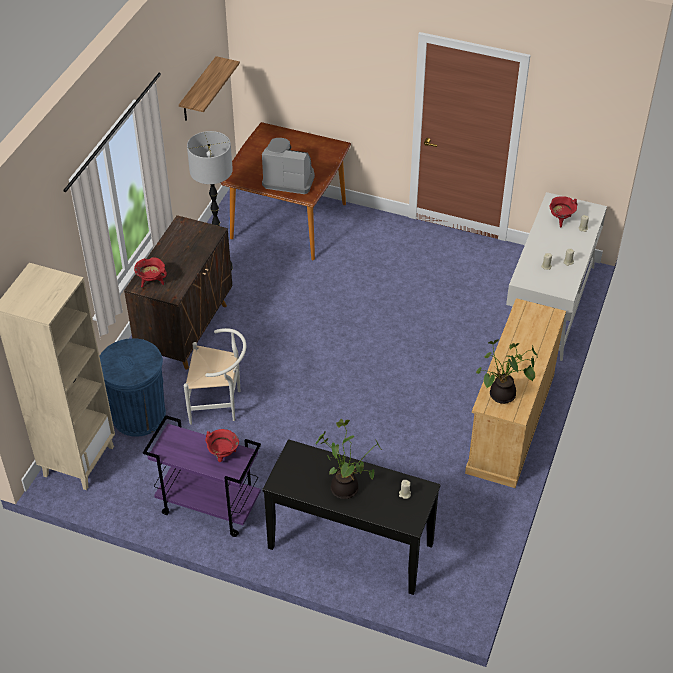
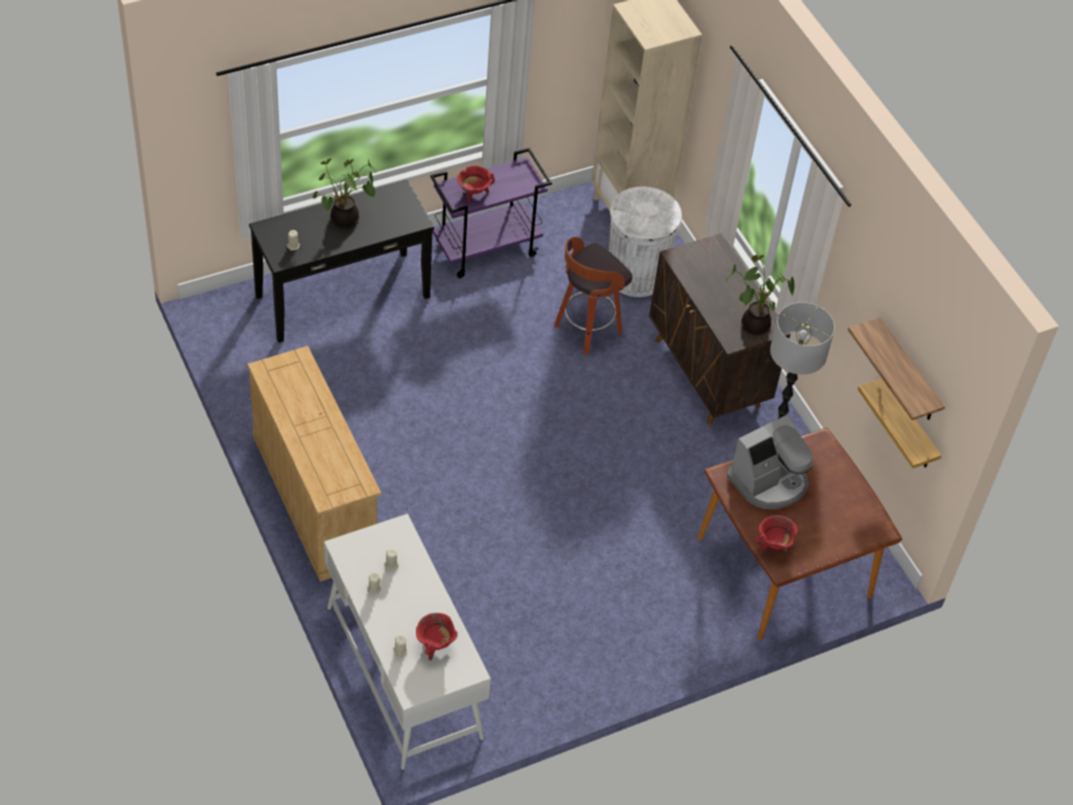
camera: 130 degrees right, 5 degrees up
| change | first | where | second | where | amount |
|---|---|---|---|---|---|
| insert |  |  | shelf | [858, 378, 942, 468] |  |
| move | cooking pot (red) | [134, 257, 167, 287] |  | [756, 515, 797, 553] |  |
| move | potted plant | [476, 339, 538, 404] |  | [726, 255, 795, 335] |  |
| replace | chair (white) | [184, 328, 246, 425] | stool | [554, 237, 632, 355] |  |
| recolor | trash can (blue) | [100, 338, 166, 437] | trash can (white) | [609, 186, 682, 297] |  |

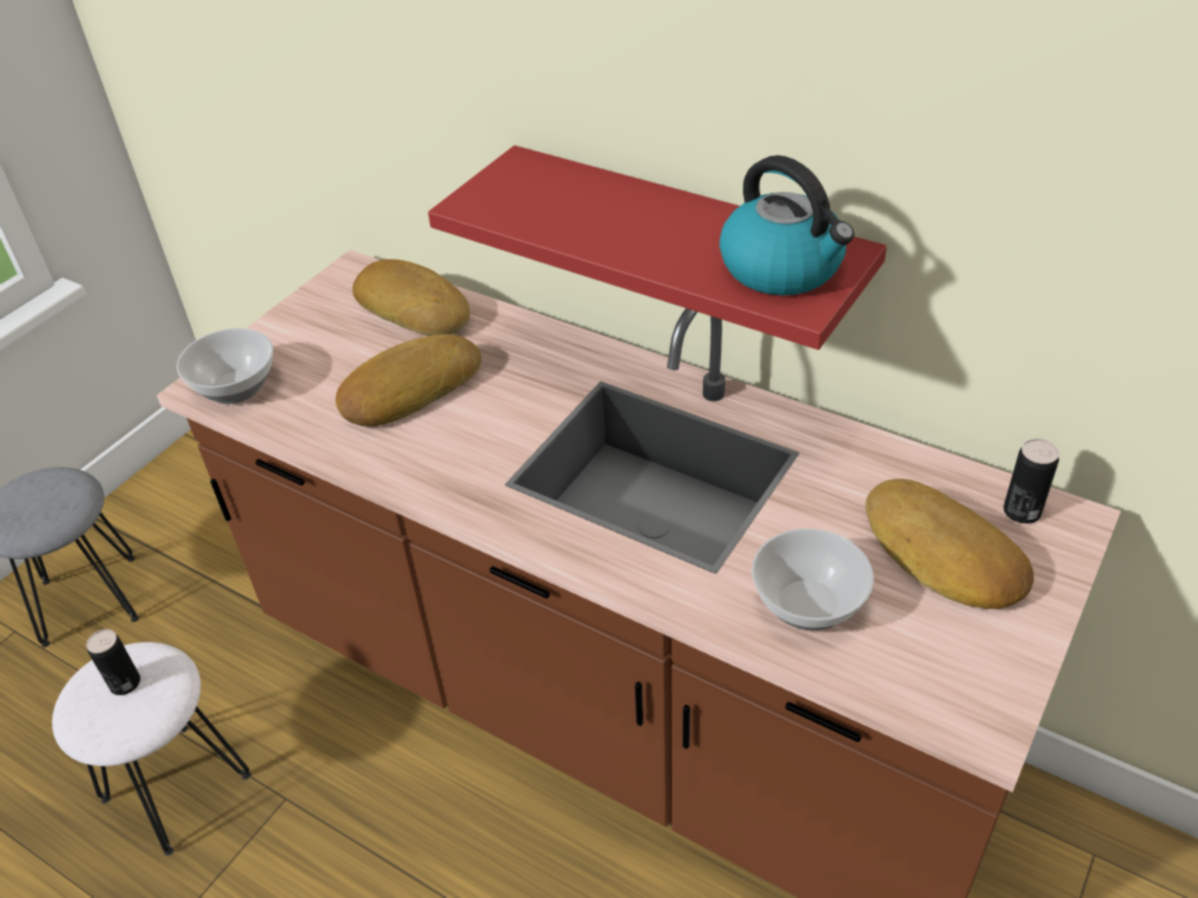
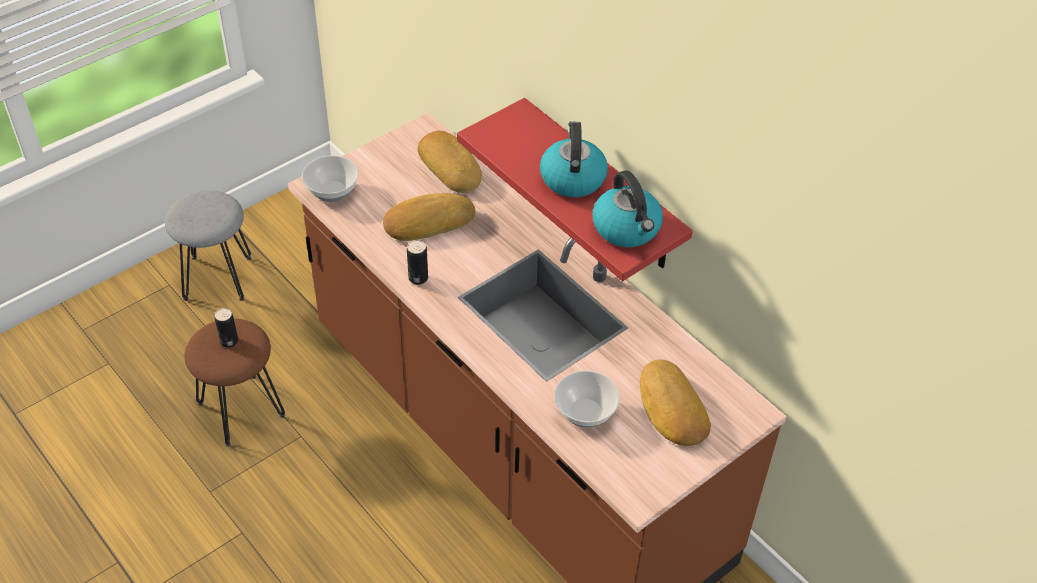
camera: 15 degrees right, 5 degrees up
| change | first | where | second | where | amount |
|---|---|---|---|---|---|
| insert |  |  | kettle | [540, 121, 608, 197] |  |
| move | can | [1003, 439, 1059, 524] |  | [407, 240, 428, 285] |  |
| recolor | stool (white) | [52, 642, 251, 856] | stool (brown) | [185, 318, 285, 447] |  |

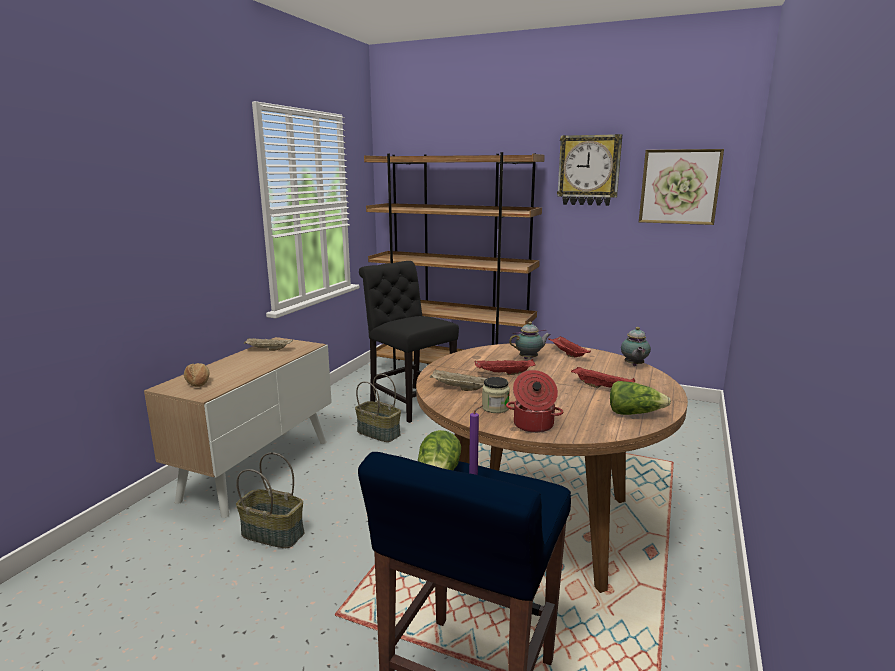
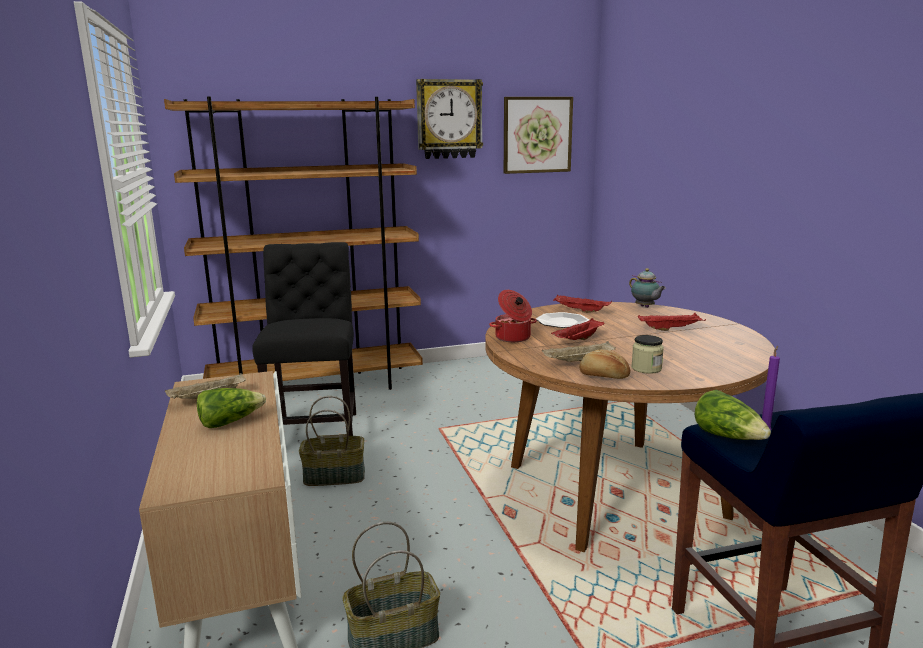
camera: 40 degrees left, 0 degrees up
| change | first | where | second | where | amount |
|---|---|---|---|---|---|
| move | bread | [184, 363, 210, 387] |  | [579, 349, 630, 379] |  |
| move | cooking pot | [506, 370, 563, 433] |  | [489, 290, 537, 342] |  |
| move | lettuce | [610, 381, 671, 415] |  | [197, 388, 266, 428] |  |
| replace | teapot | [509, 322, 551, 359] | plate | [536, 312, 589, 328] |  |
| rotate | chair (black) | [359, 261, 459, 423] |  | [252, 242, 356, 436] | 75 degrees clockwise |

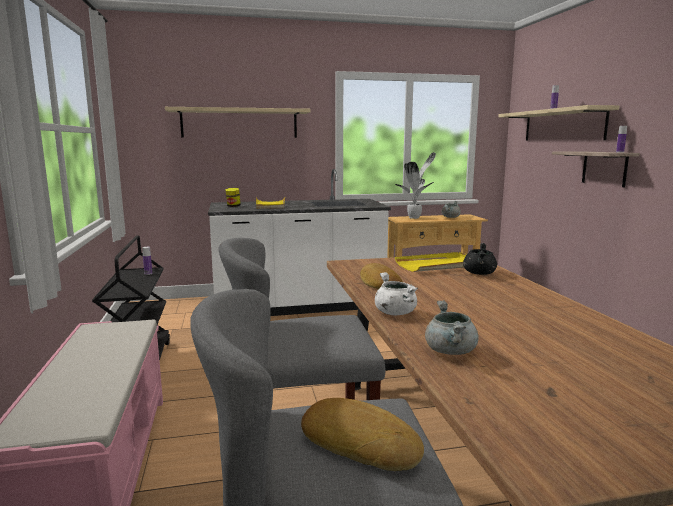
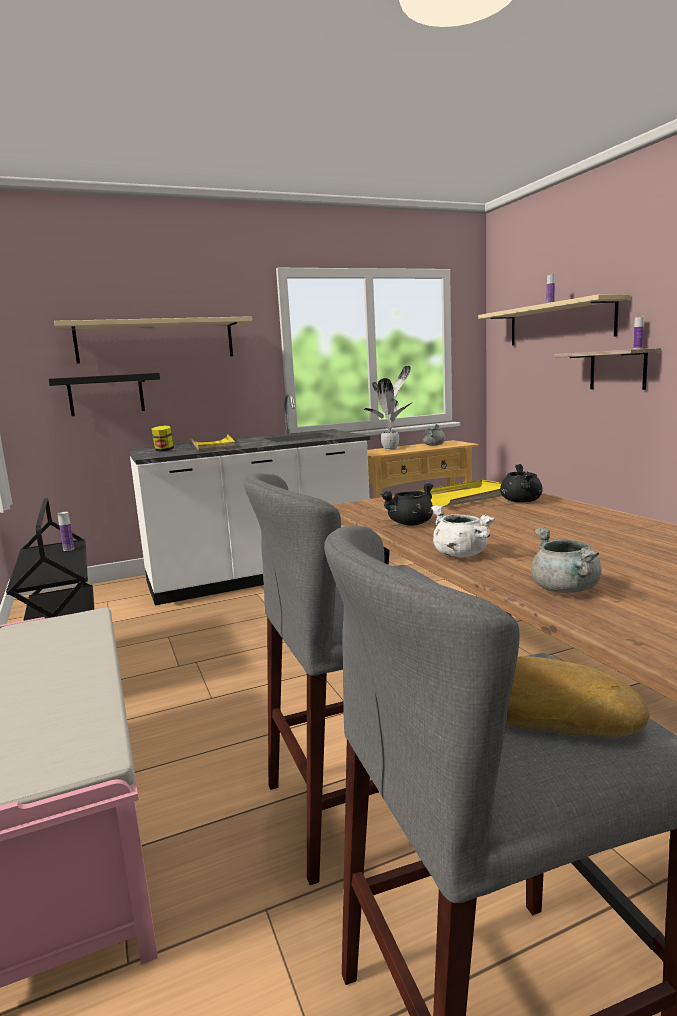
camera: 10 degrees left, 0 degrees up
| change | first | where | second | where | amount |
|---|---|---|---|---|---|
| insert |  |  | shelf (black) | [48, 373, 160, 416] |  |
| replace | bread | [360, 263, 403, 289] | cooking pot (black) | [380, 483, 434, 526] |  |

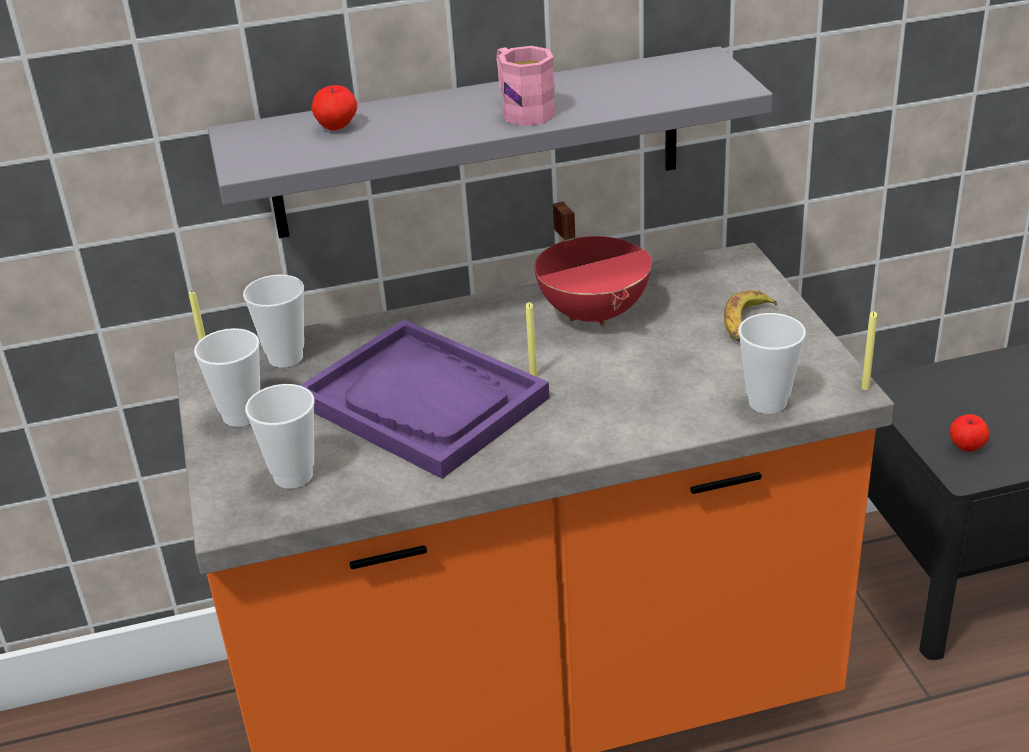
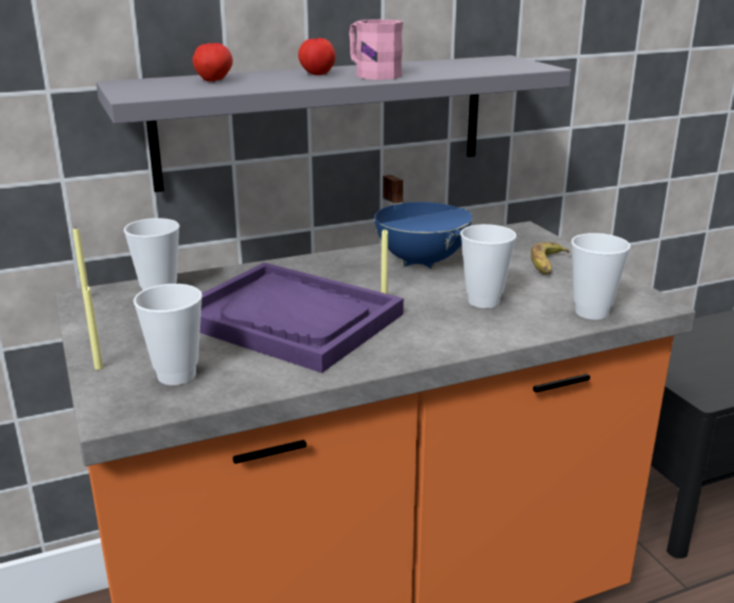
camera: 10 degrees left, 10 degrees down
| change | first | where | second | where | amount |
|---|---|---|---|---|---|
| move | cup | [194, 328, 260, 427] |  | [460, 224, 517, 308] |  |
| move | candle (yellow) | [861, 311, 877, 390] |  | [83, 286, 103, 370] |  |
| move | apple | [950, 414, 989, 452] |  | [298, 38, 336, 75] |  |
| recolor | cooking pot (red) | [534, 202, 652, 327] | cooking pot (blue) | [374, 175, 472, 270] |  |

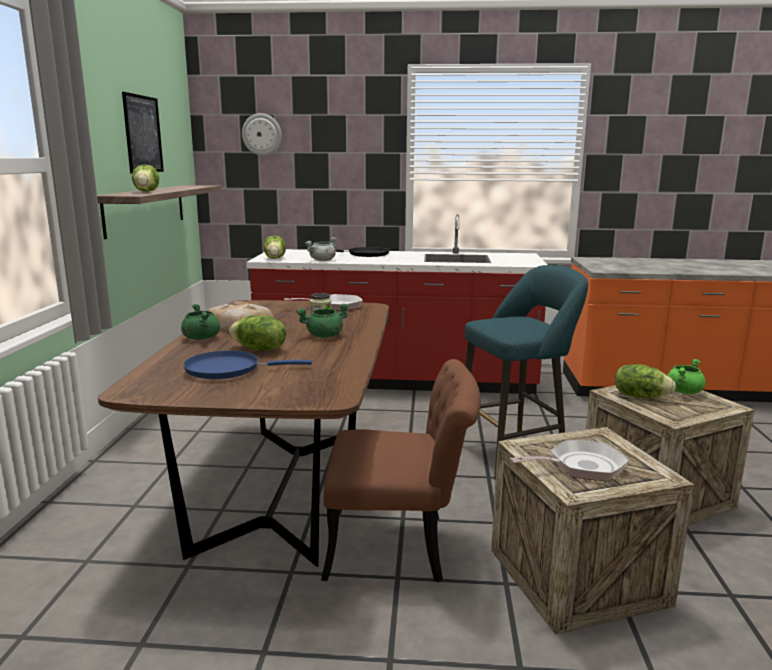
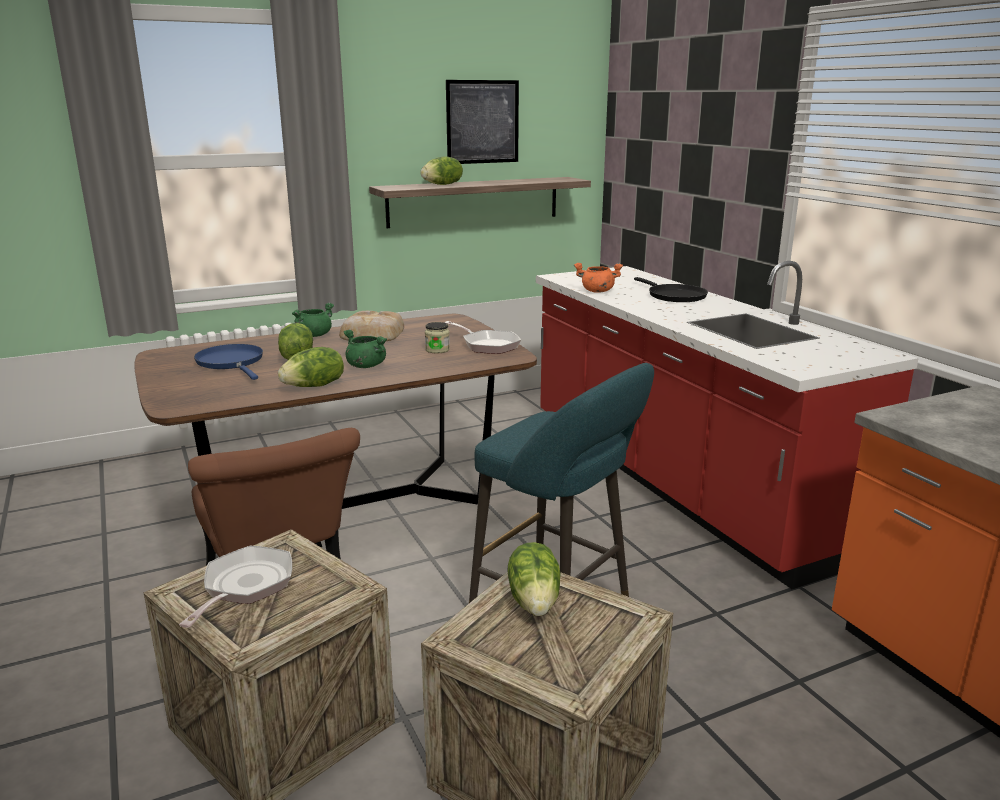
camera: 60 degrees right, 5 degrees up
| change | first | where | second | where | amount |
|---|---|---|---|---|---|
| delete | wall clock | [242, 113, 282, 156] |  |  |  |
| delete | cooking pot (green) | [667, 359, 706, 394] |  |  |  |
| move | lettuce | [264, 235, 286, 259] |  | [278, 347, 344, 387] |  |
| recolor | cooking pot (grey) | [305, 237, 337, 261] | cooking pot (orange) | [574, 263, 623, 293] |  |
| rotate | frying pan | [510, 439, 629, 481] |  | [179, 546, 292, 628] | 120 degrees counterclockwise |

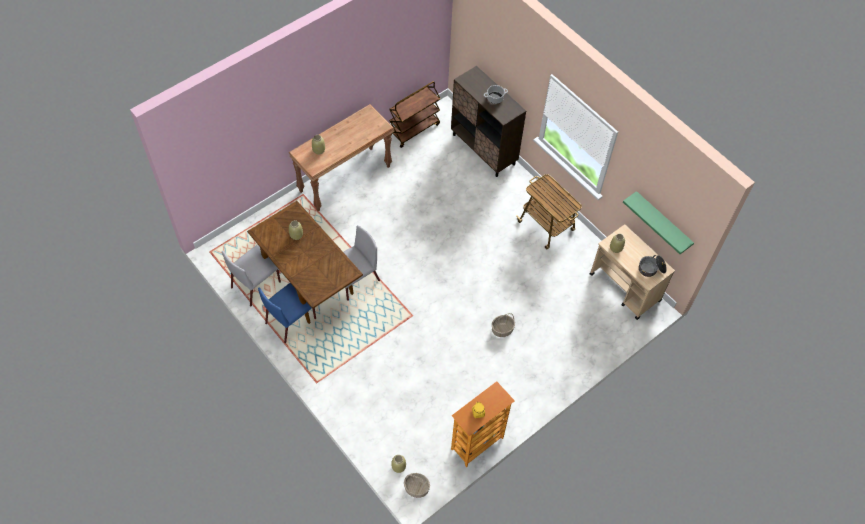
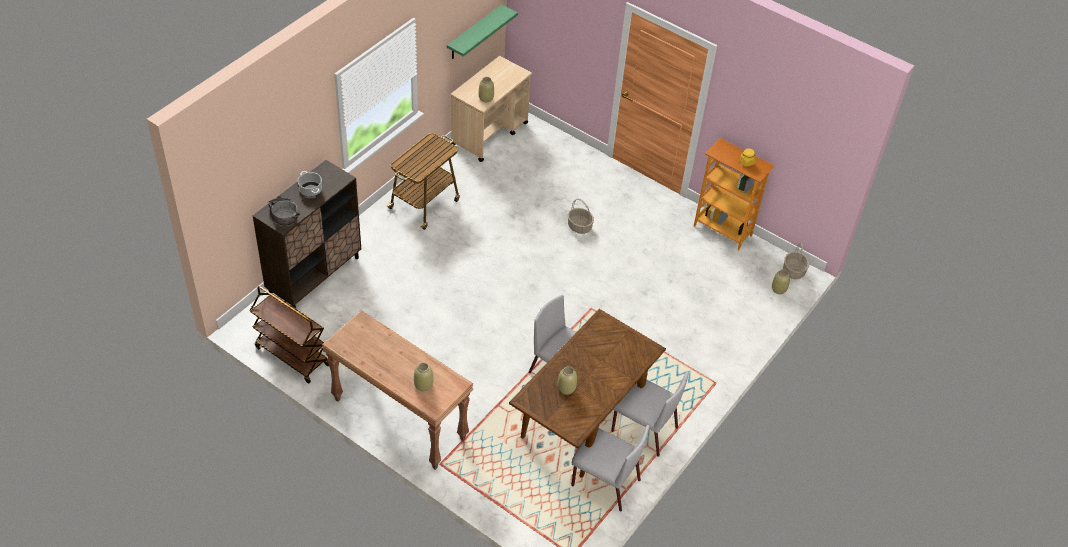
camera: 105 degrees left, 10 degrees down
| change | first | where | second | where | amount |
|---|---|---|---|---|---|
| move | cooking pot | [639, 255, 667, 277] |  | [268, 196, 300, 226] |  |
| recolor | chair (blue) | [258, 283, 316, 343] | chair (grey) | [611, 372, 689, 457] |  |

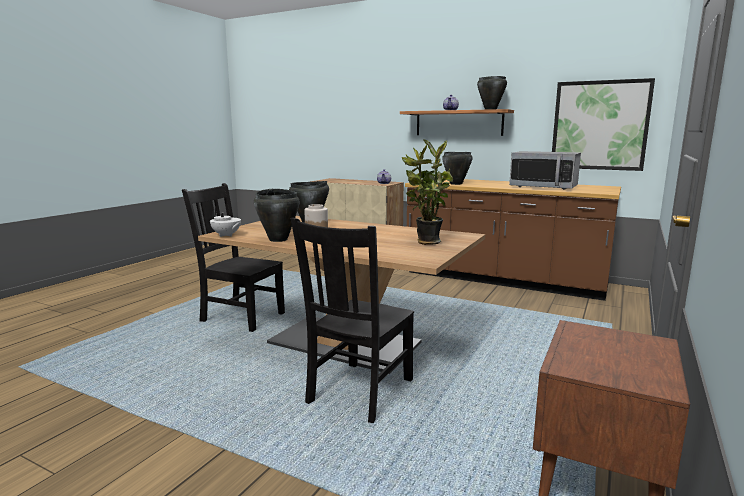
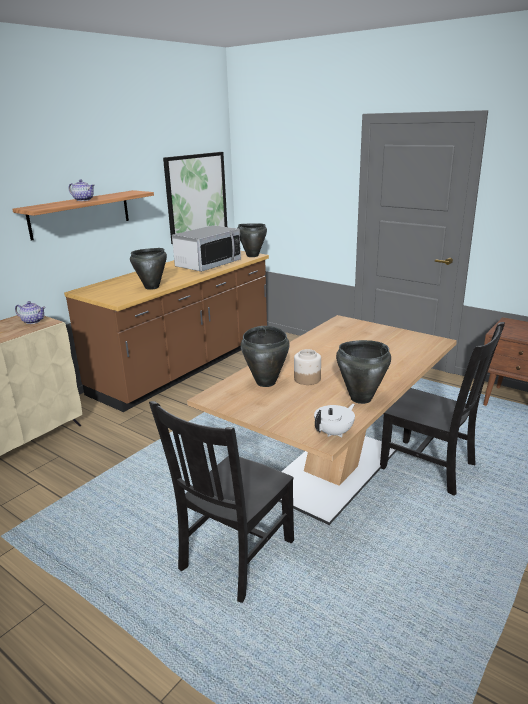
camera: 80 degrees left, 10 degrees up
| change | first | where | second | where | amount |
|---|---|---|---|---|---|
| delete | potted plant | [402, 140, 453, 245] |  |  |  |
| move | cooking pot (black) | [477, 76, 507, 110] |  | [237, 223, 267, 257] |  |

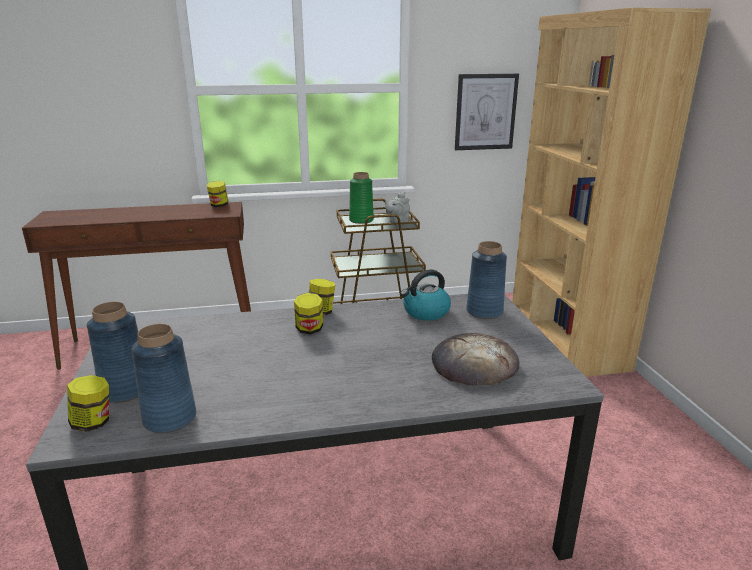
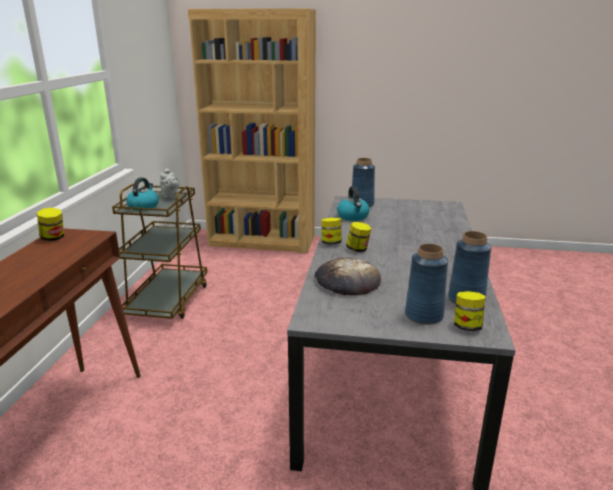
camera: 70 degrees left, 0 degrees up
| change | first | where | second | where | amount |
|---|---|---|---|---|---|
| delete | picture | [455, 74, 519, 150] |  |  |  |
| move | bread | [432, 333, 520, 386] |  | [315, 258, 381, 295] |  |
| replace | vase (green) | [349, 172, 374, 224] | kettle | [126, 177, 159, 211] |  |

